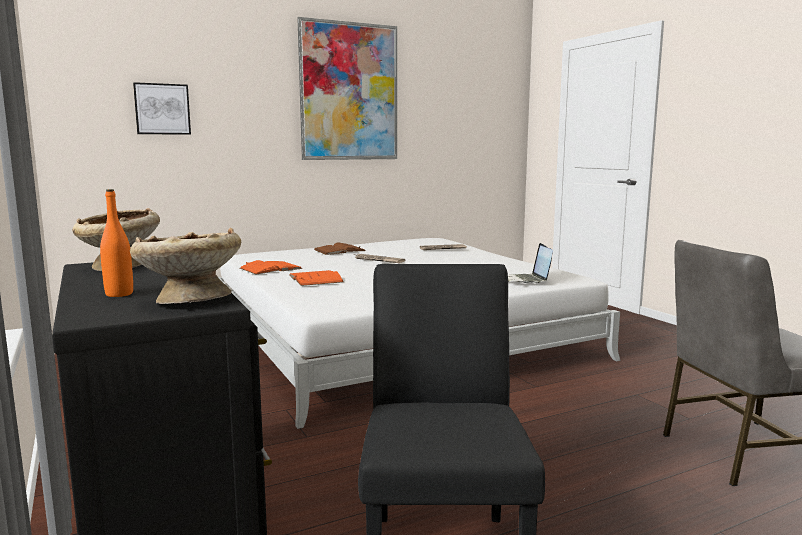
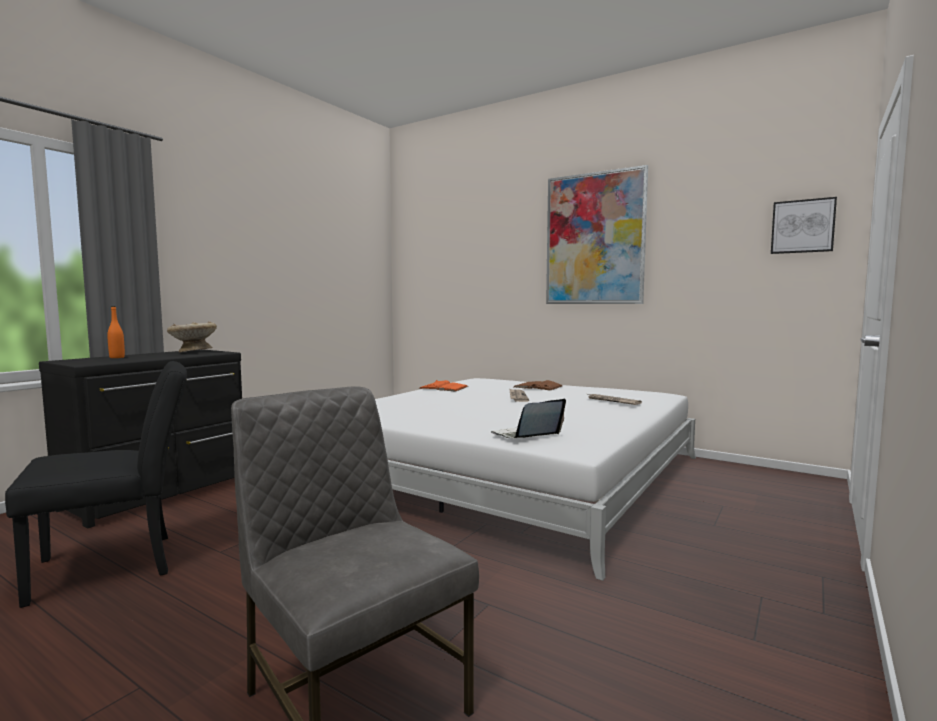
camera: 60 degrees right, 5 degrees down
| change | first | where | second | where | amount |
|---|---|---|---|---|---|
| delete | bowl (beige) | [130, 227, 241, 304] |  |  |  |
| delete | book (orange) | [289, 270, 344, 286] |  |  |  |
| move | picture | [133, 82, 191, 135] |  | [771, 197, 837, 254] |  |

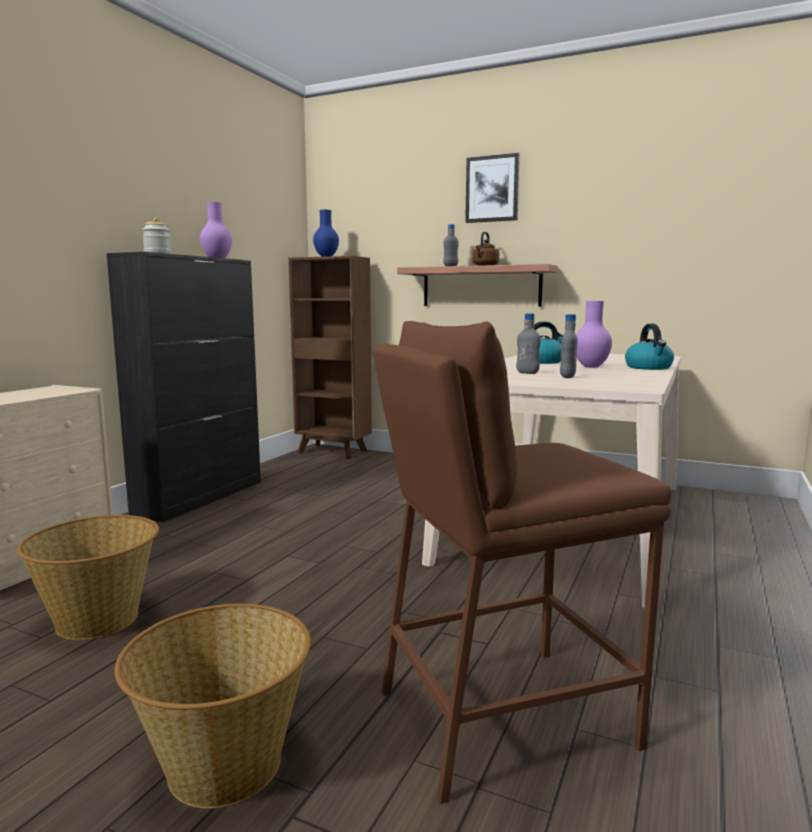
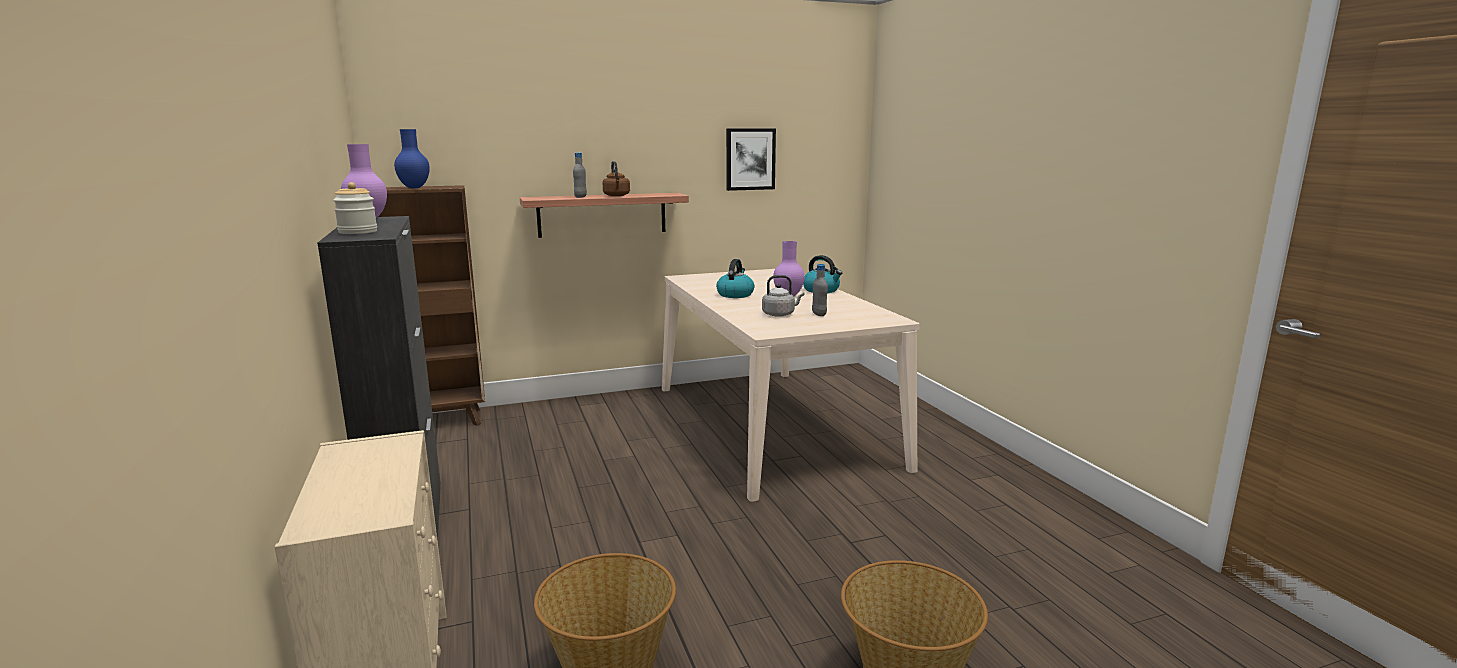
camera: 45 degrees left, 5 degrees up
| change | first | where | second | where | amount |
|---|---|---|---|---|---|
| delete | stool (brown) | [373, 321, 671, 804] |  |  |  |
| move | picture | [465, 153, 520, 223] |  | [726, 128, 776, 191] |  |
| replace | bottle (grey) | [516, 313, 541, 374] | kettle (grey) | [762, 275, 805, 317] |  |

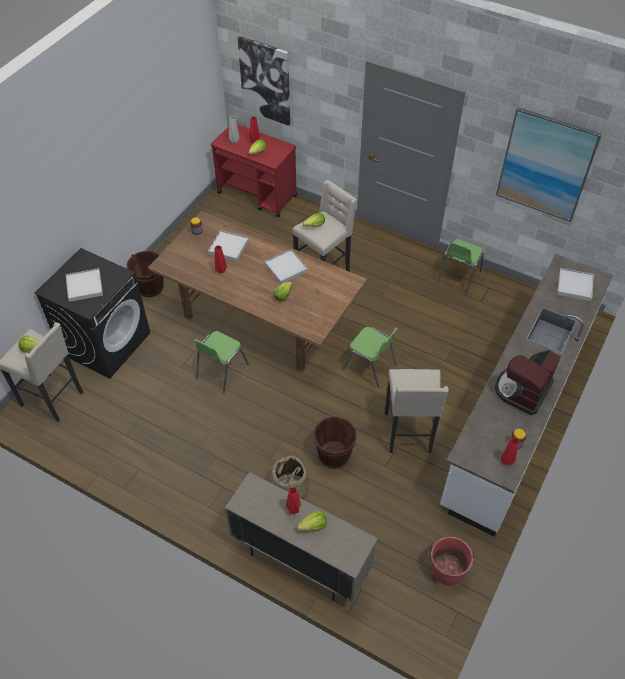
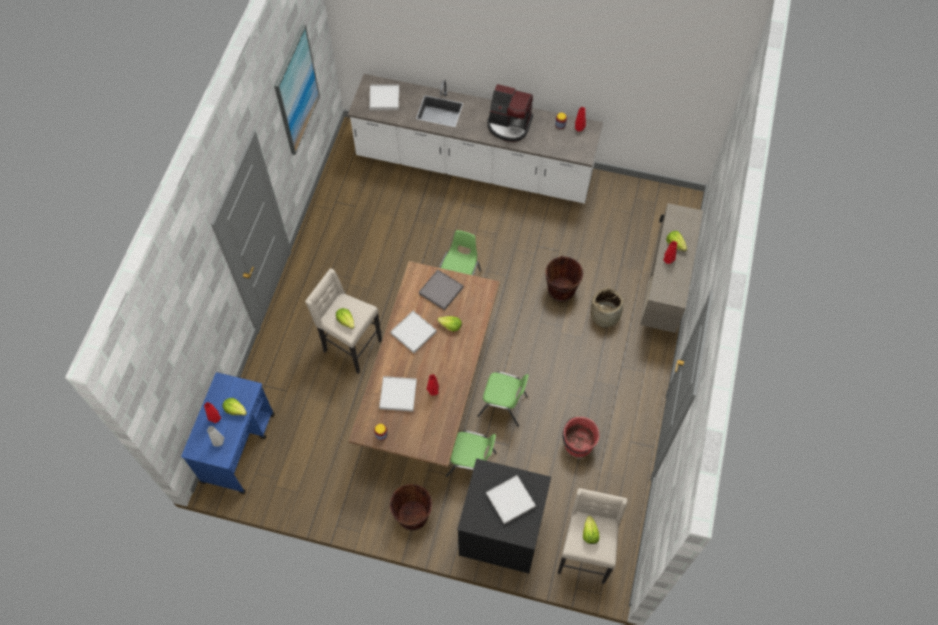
camera: 105 degrees left, 10 degrees up
| change | first | where | second | where | amount |
|---|---|---|---|---|---|
| delete | picture | [238, 36, 290, 126] |  |  |  |
| delete | stool (beige) | [385, 369, 449, 453] |  |  |  |
| insert |  |  | tray (grey) | [419, 270, 463, 310] |  |
| move | bucket (red) | [429, 537, 474, 585] |  | [562, 417, 600, 457] |  |
| move | chair (green) | [437, 239, 484, 296] |  | [446, 430, 497, 477] |  |
| recolor | cart (red) | [211, 124, 297, 217] | cart (blue) | [181, 372, 275, 494] |  |

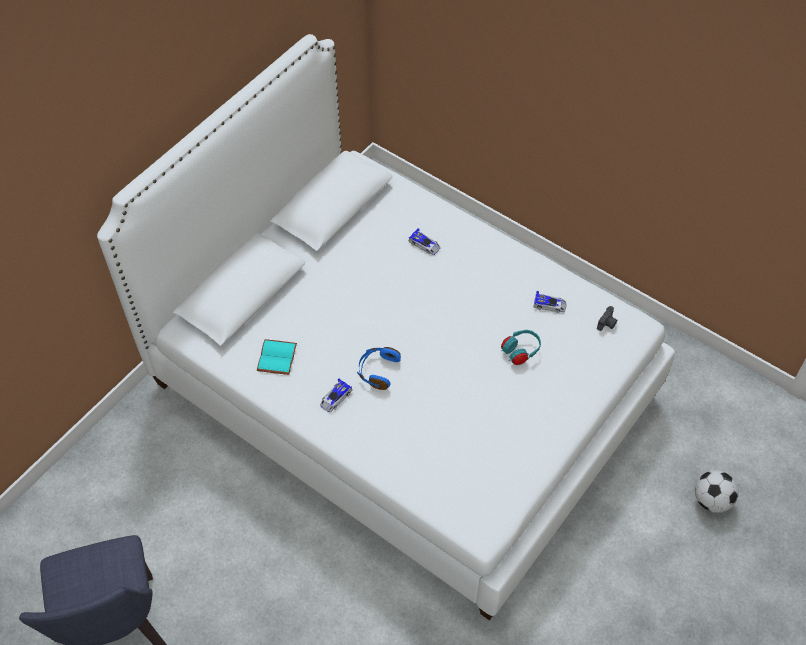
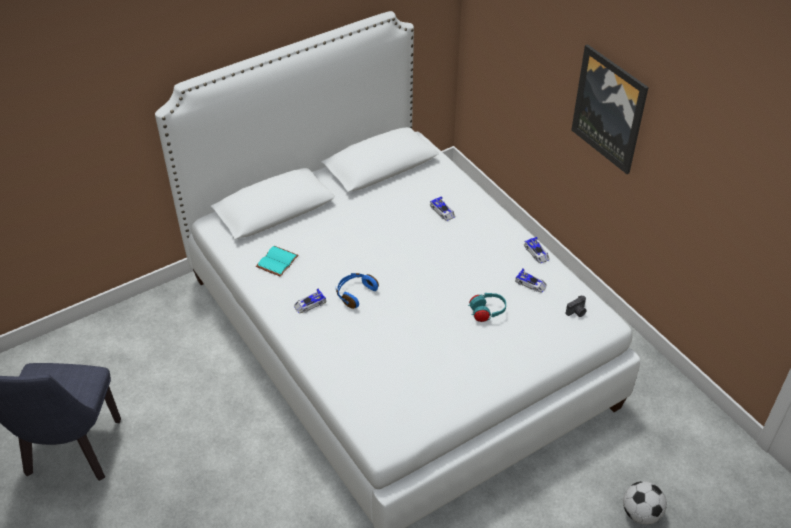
camera: 20 degrees right, 10 degrees down
| change | first | where | second | where | amount |
|---|---|---|---|---|---|
| insert |  |  | toy car | [524, 237, 550, 263] |  |
| insert |  |  | picture | [571, 44, 649, 174] |  |

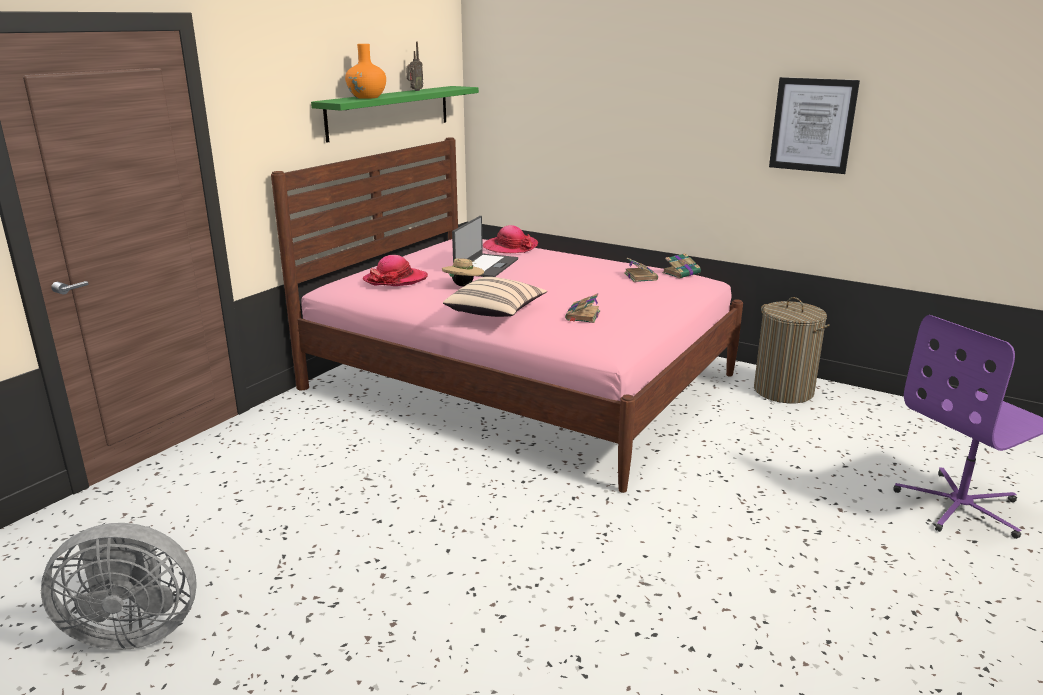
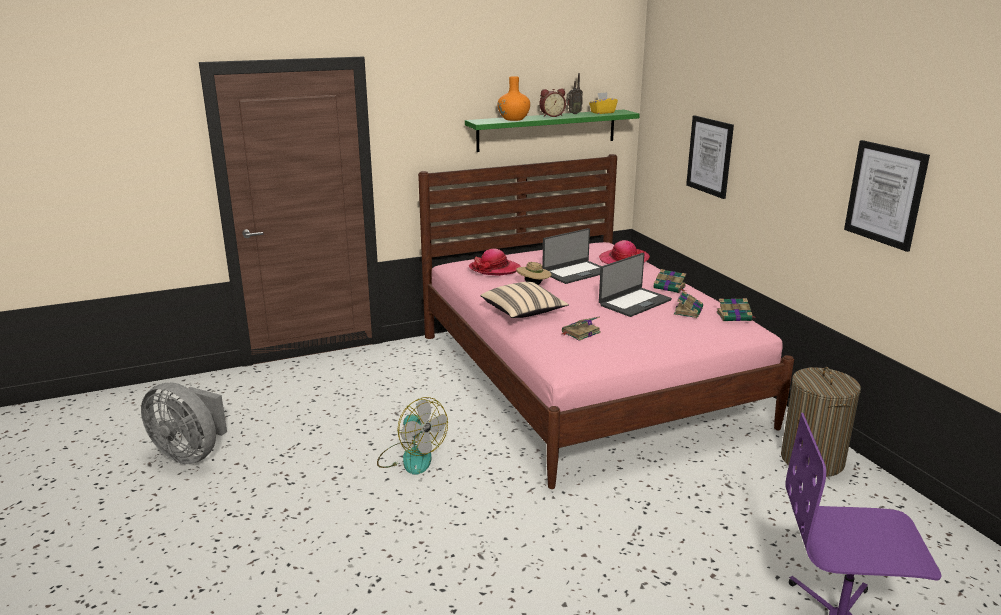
camera: 35 degrees right, 0 degrees up
| change | first | where | second | where | amount |
|---|---|---|---|---|---|
| insert |  |  | fan | [377, 397, 448, 475] |  |
| insert |  |  | alarm clock | [539, 89, 566, 117] |  |
| insert |  |  | tissue box (yellow) | [589, 92, 618, 114] |  |
| insert |  |  | laptop | [599, 253, 672, 317] |  |
| insert |  |  | book | [653, 269, 686, 293] |  |
| insert |  |  | picture | [686, 116, 734, 199] |  |

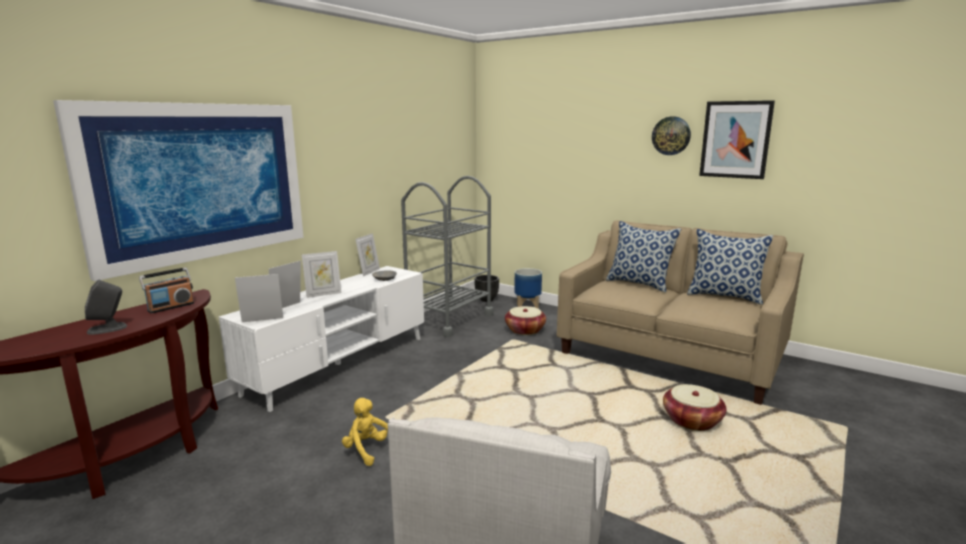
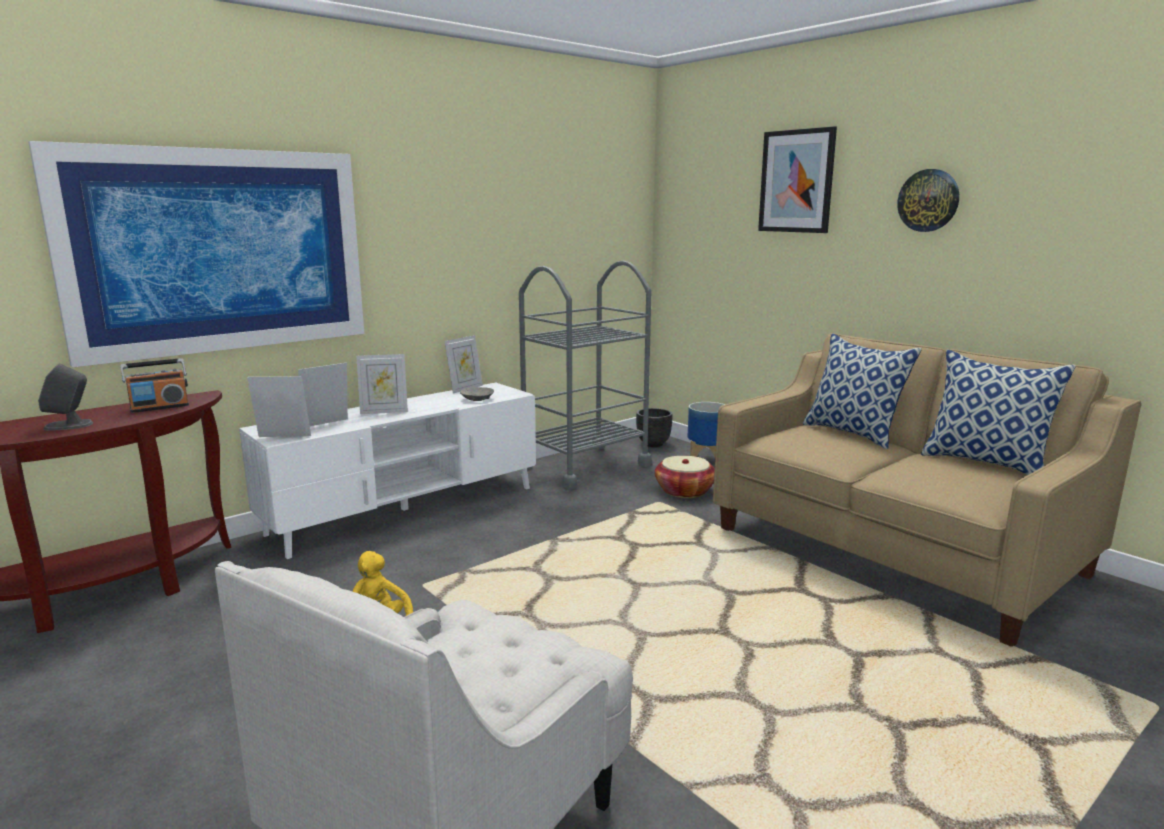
camera: 15 degrees right, 0 degrees up
| change | first | where | second | where | amount |
|---|---|---|---|---|---|
| delete | basket | [663, 384, 726, 431] |  |  |  |
| move | picture | [699, 100, 775, 179] |  | [758, 126, 837, 233] |  |

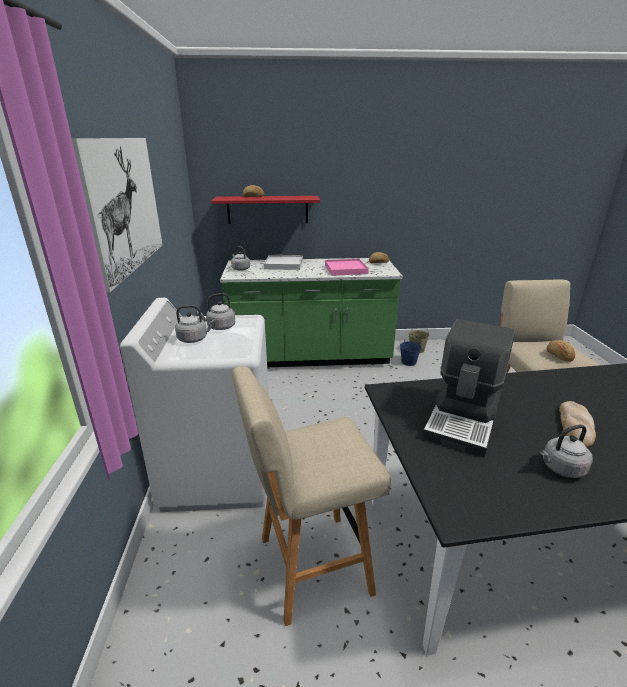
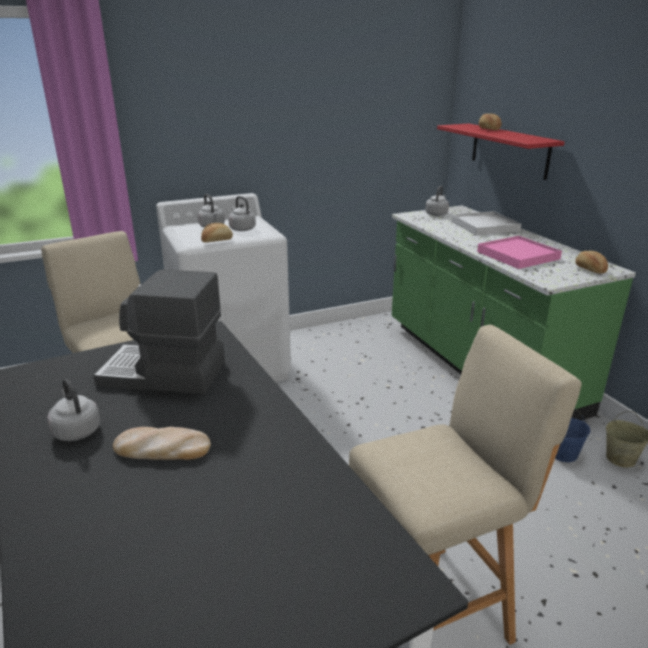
camera: 70 degrees right, 0 degrees up
| change | first | where | second | where | amount |
|---|---|---|---|---|---|
| delete | picture | [72, 138, 162, 292] |  |  |  |
| move | bread | [547, 340, 575, 362] |  | [201, 223, 233, 243] |  |

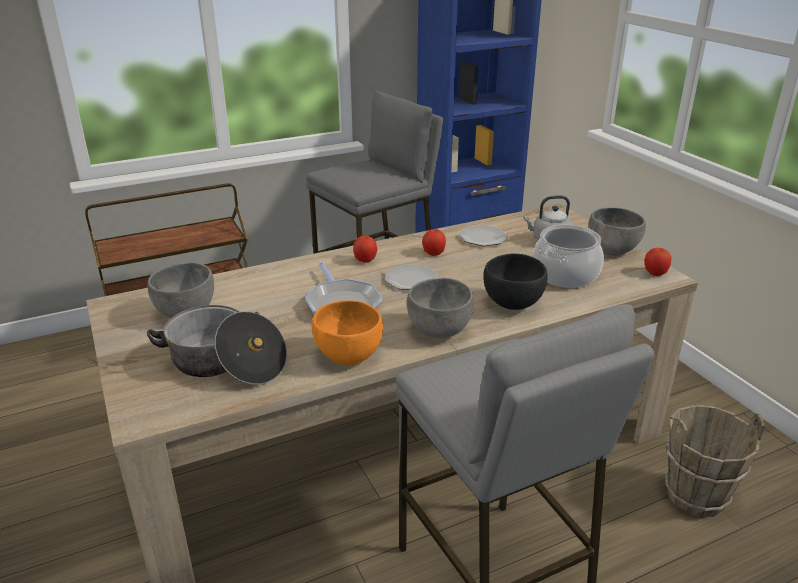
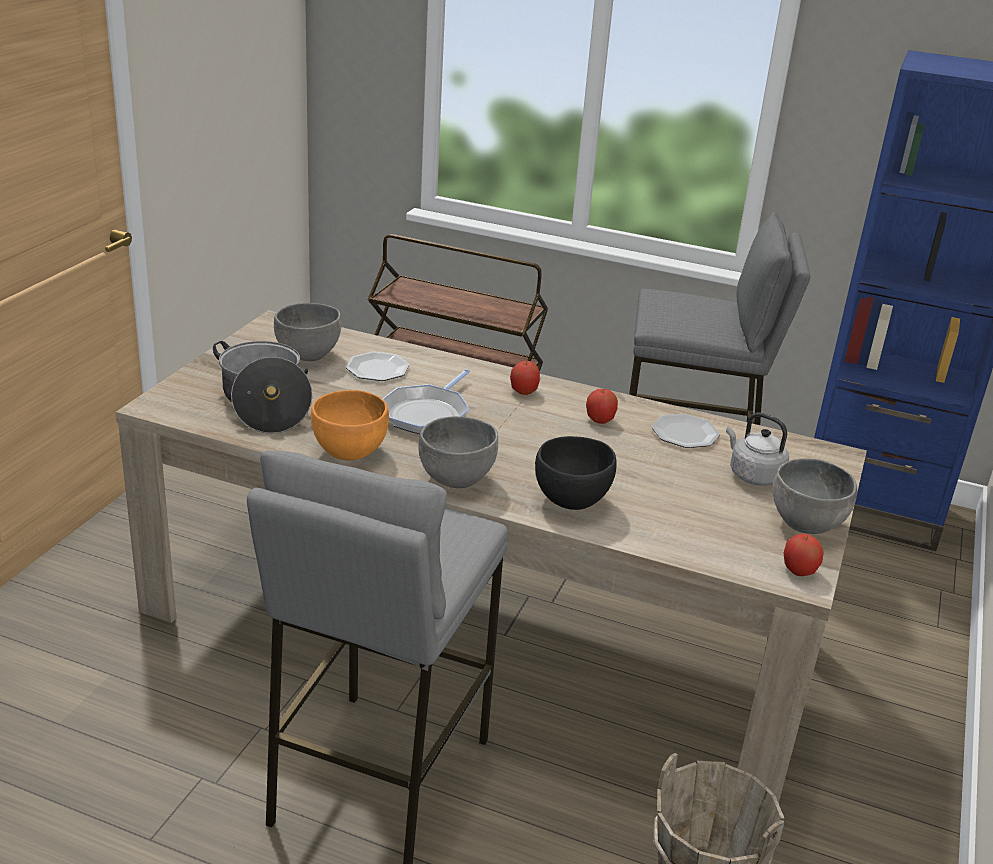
camera: 45 degrees right, 0 degrees up
| change | first | where | second | where | amount |
|---|---|---|---|---|---|
| delete | cooking pot | [532, 224, 604, 288] |  |  |  |
| move | plate | [385, 264, 438, 290] |  | [346, 351, 410, 381] |  |

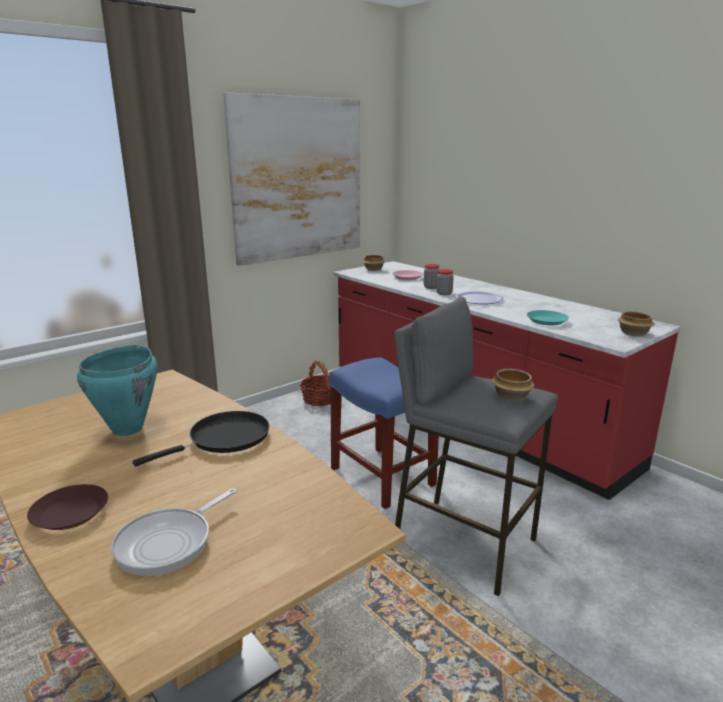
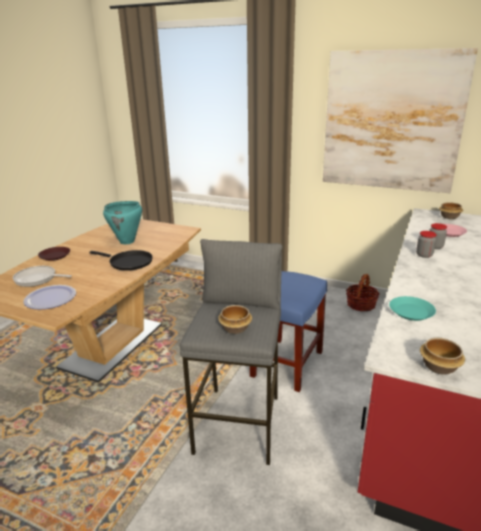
camera: 65 degrees right, 5 degrees up
| change | first | where | second | where | amount |
|---|---|---|---|---|---|
| move | plate | [455, 291, 504, 304] |  | [23, 285, 76, 310] |  |

